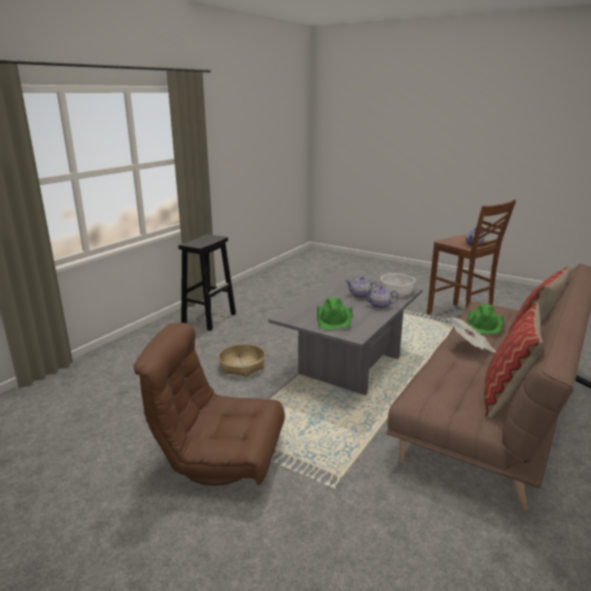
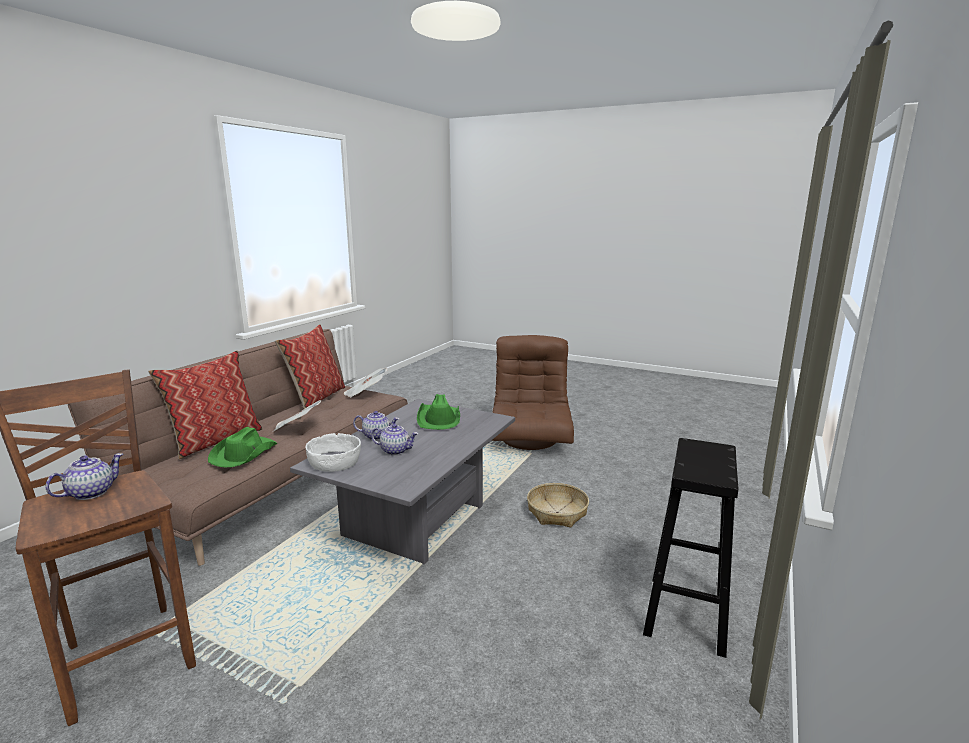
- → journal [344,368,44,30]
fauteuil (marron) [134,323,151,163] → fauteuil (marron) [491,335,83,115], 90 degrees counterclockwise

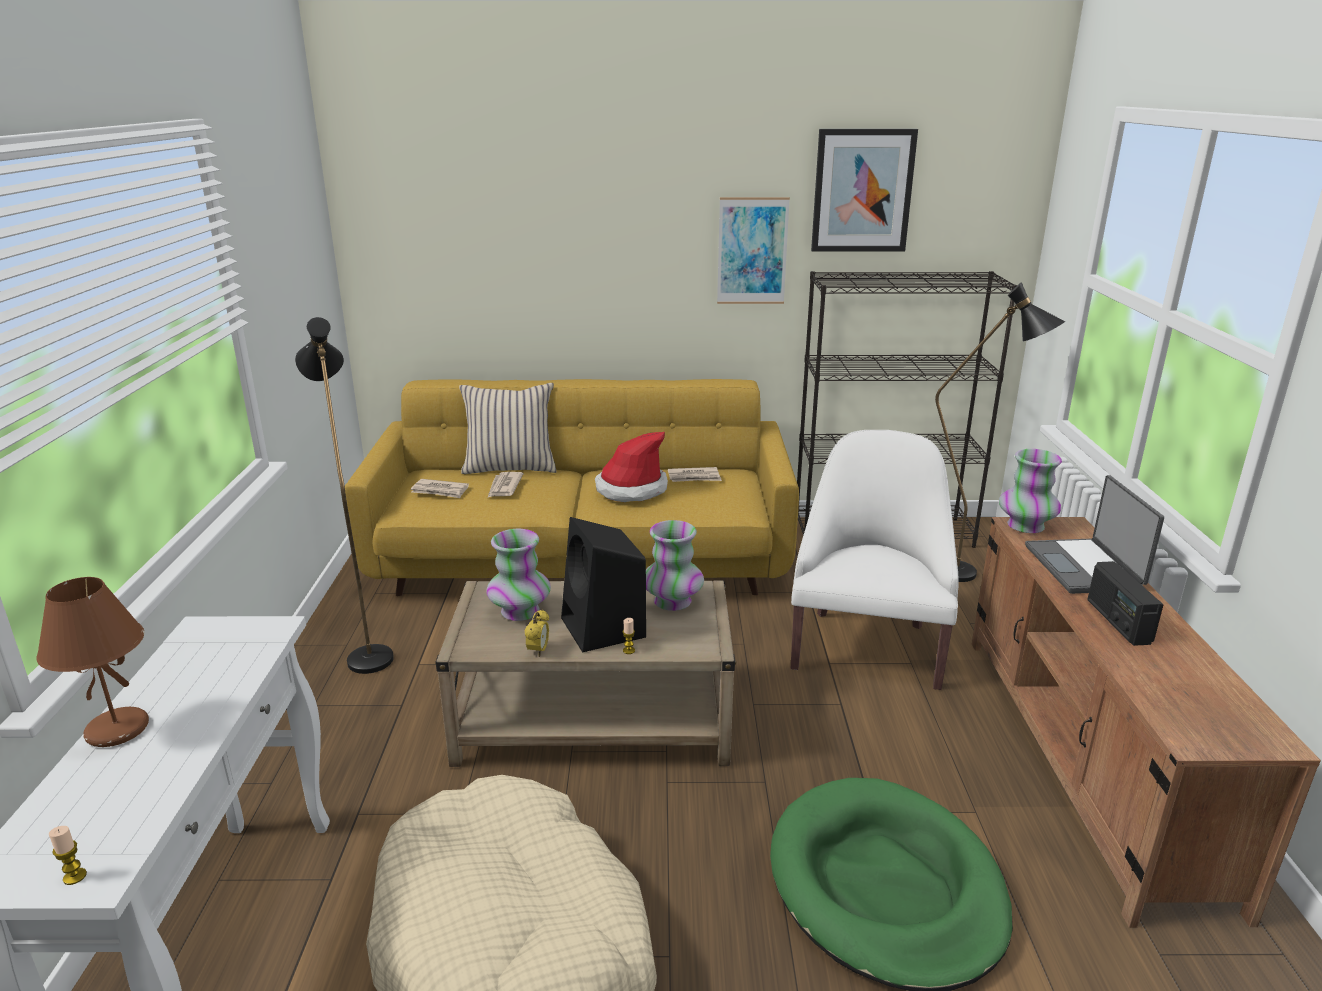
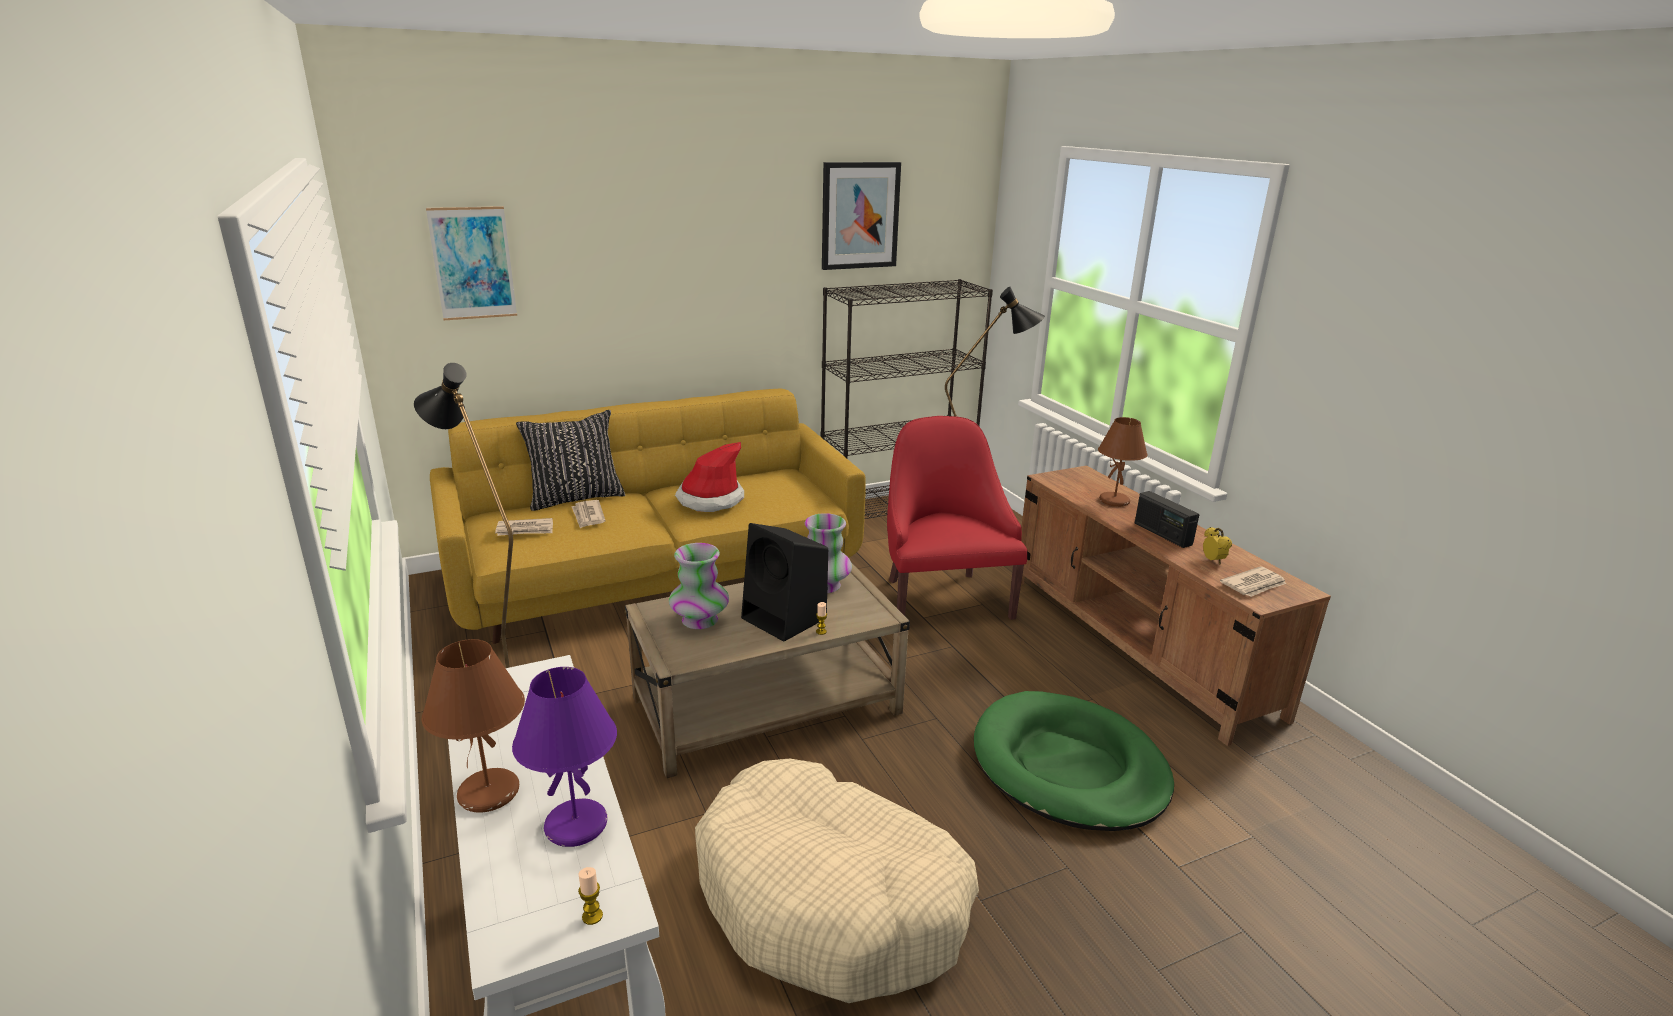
vase [999,449,63,84] → -
- → lampe de table (violet) [512,667,105,180]
réveil [525,610,24,47] → réveil [1203,527,29,37], moved
journal [668,467,54,15] → journal [1220,566,66,31], moved
tableau [717,197,73,107] → tableau [426,206,91,114], moved
ordinateur portable [1025,475,139,119] → lampe de table (marron) [1098,417,50,90]
coussin (beige) [459,383,98,91] → coussin (noir) [516,410,109,101]
fauteuil (blanc) [791,430,168,260] → fauteuil (rouge) [887,416,140,204]

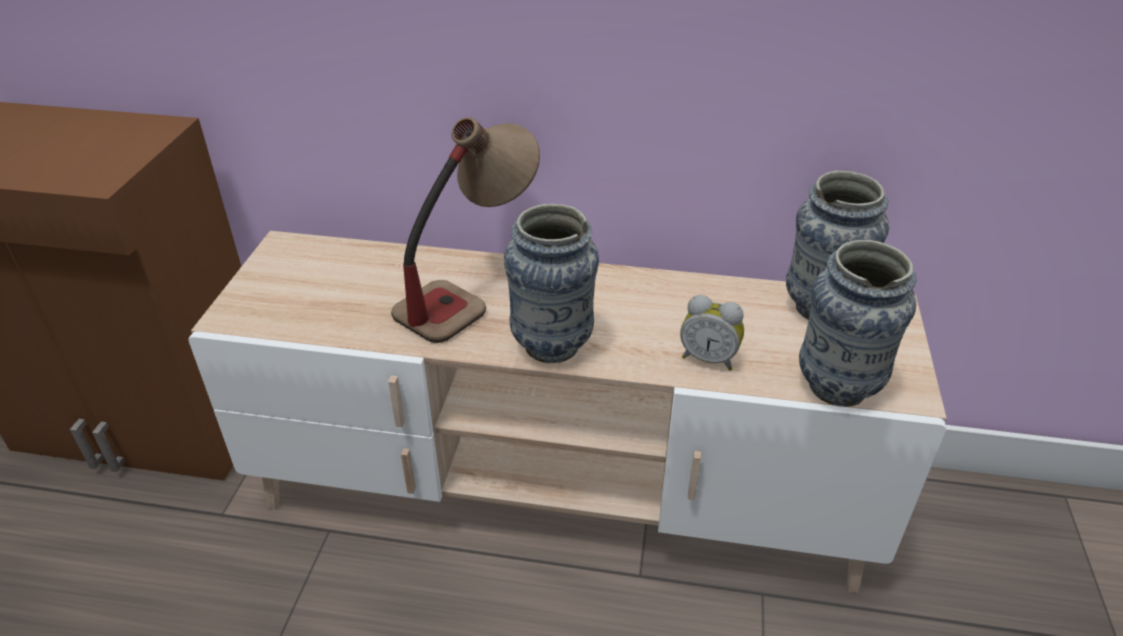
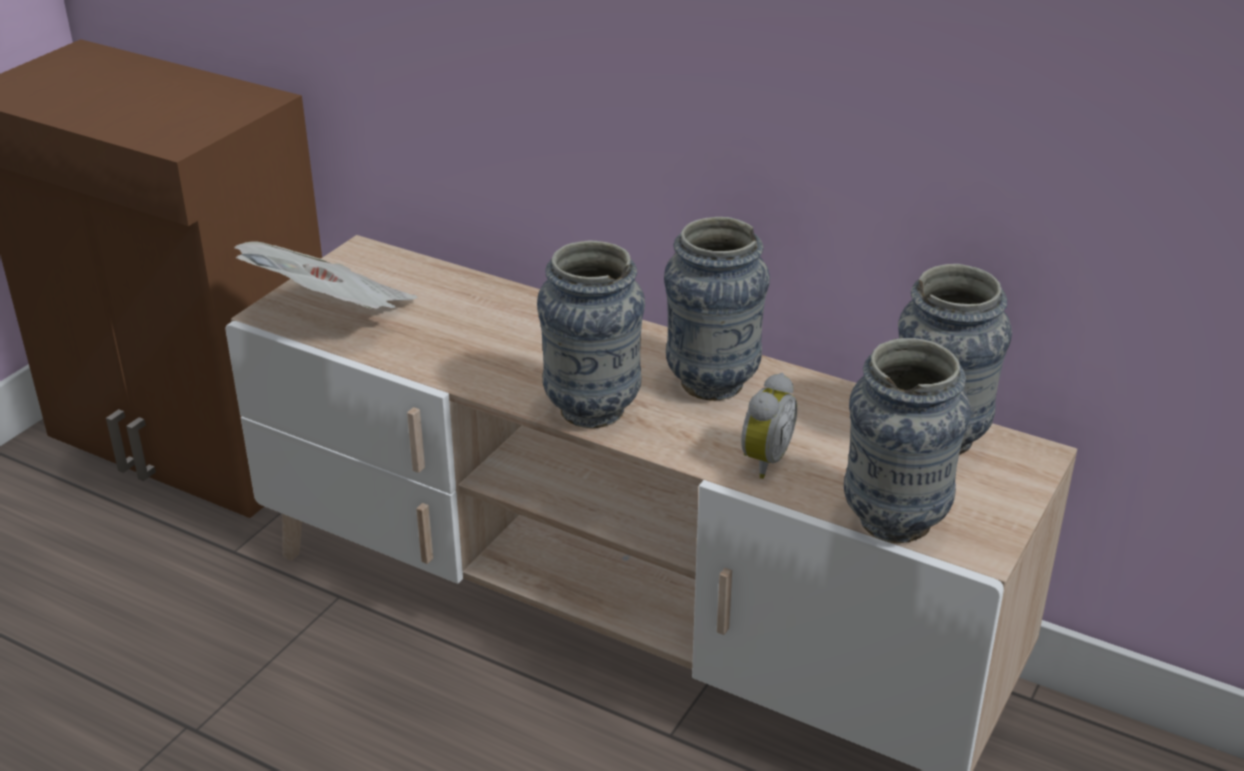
lampe de table [391,117,149,226] → -
- → journal [235,241,183,68]
- → vase [664,217,106,184]
réveil [680,295,64,76] → réveil [741,373,56,106], 105 degrees counterclockwise

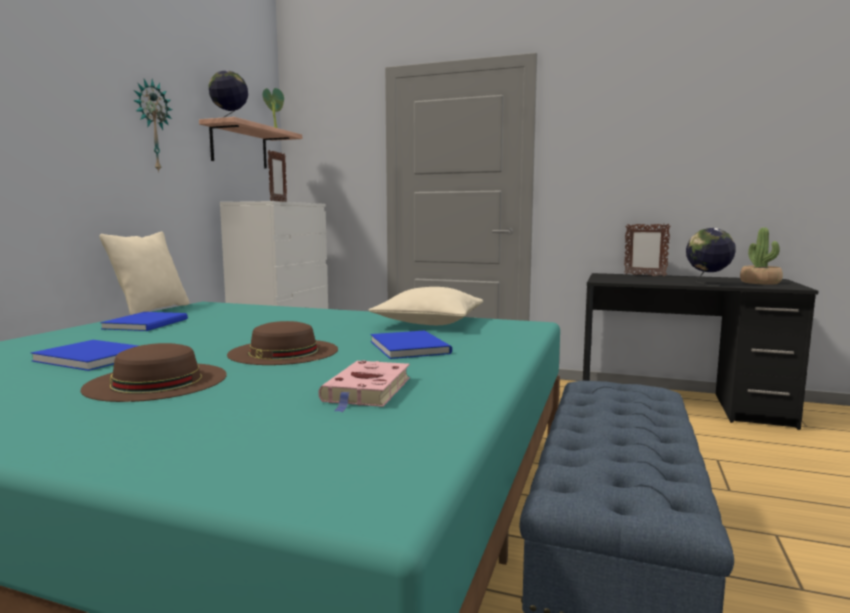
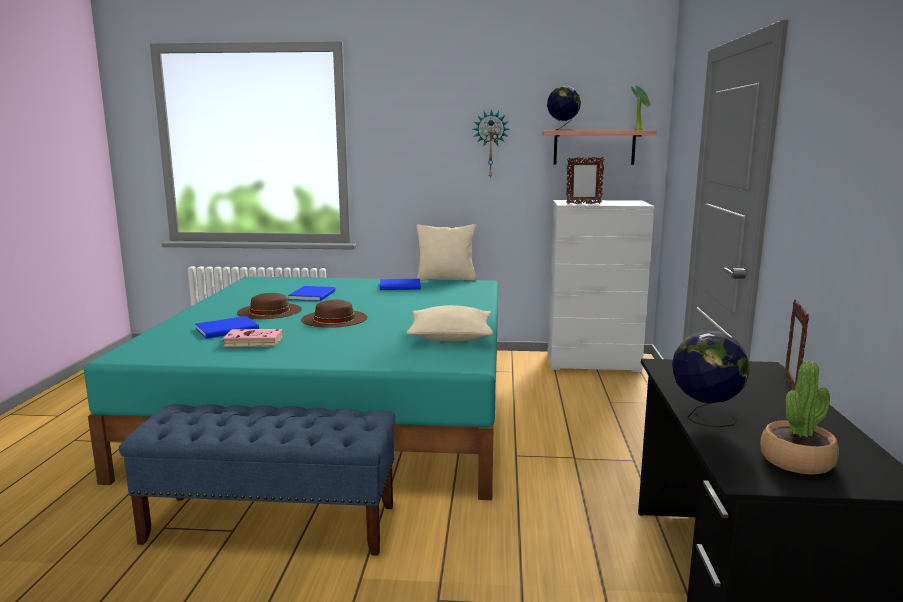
livre (bleu) [371,330,81,29] → livre (bleu) [196,316,63,23], moved

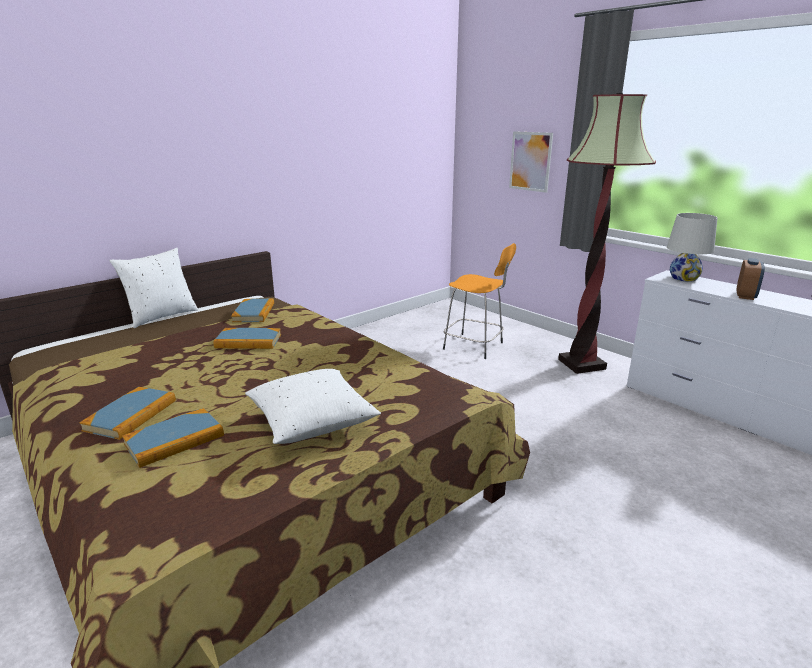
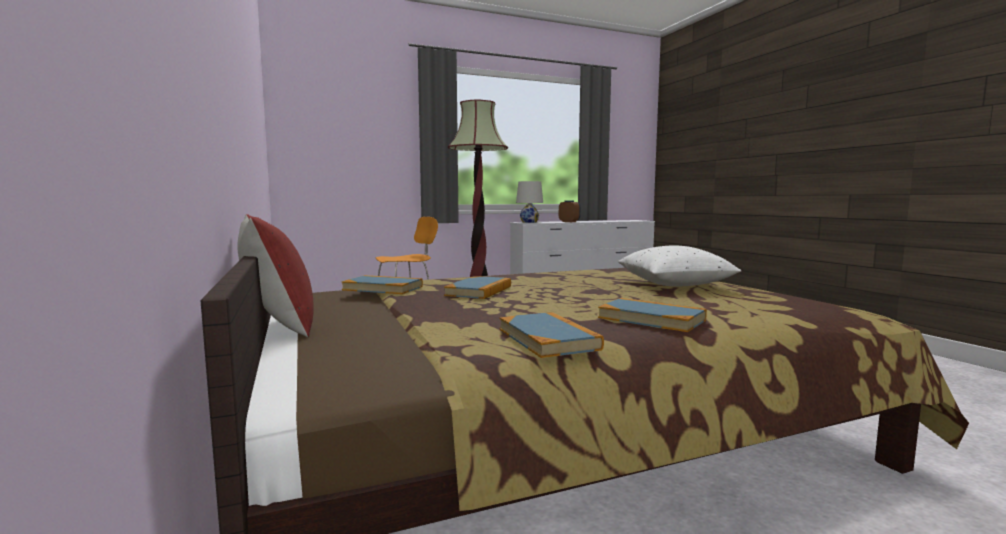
tableau [509,131,44,62] → -
livre [122,408,102,60] → livre [500,312,104,46], moved
coussin (blanc) [110,248,88,80] → coussin (rouge) [237,214,77,123]

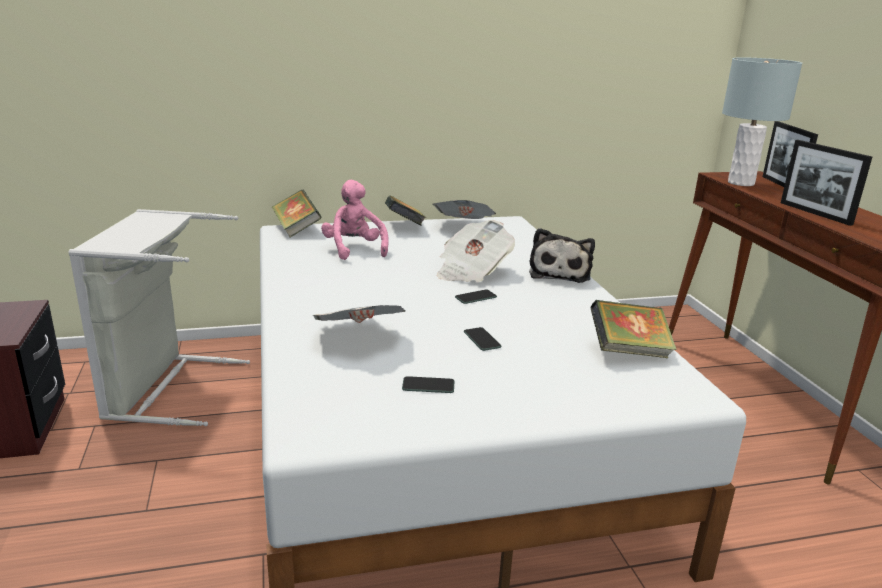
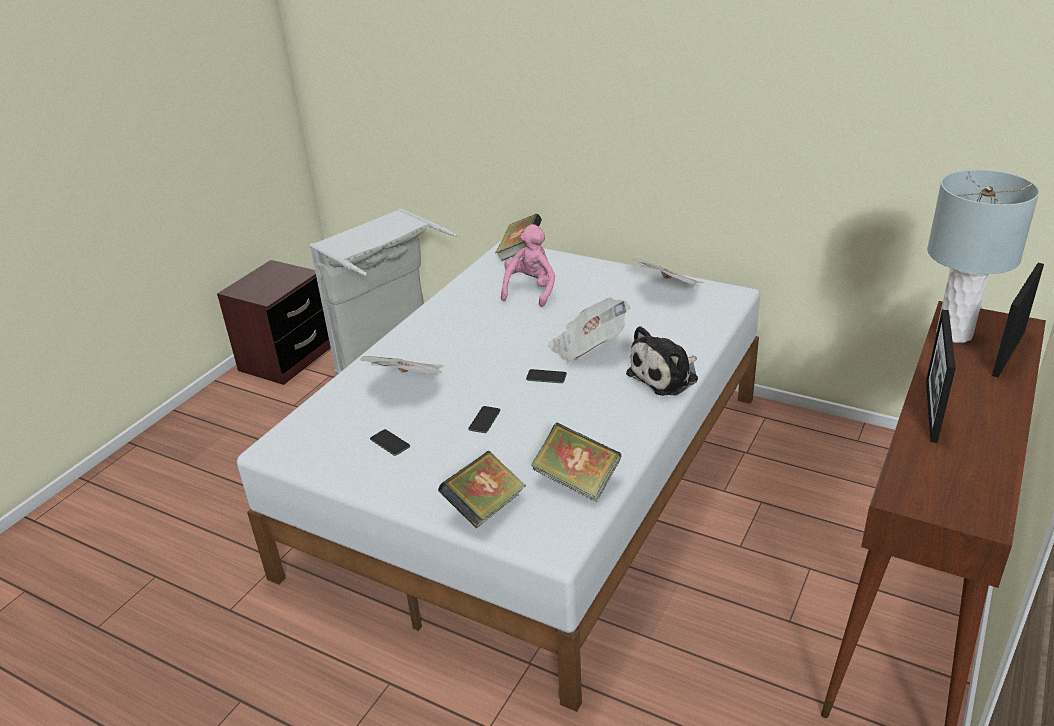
livre [385,196,41,29] → livre [438,451,88,77], moved

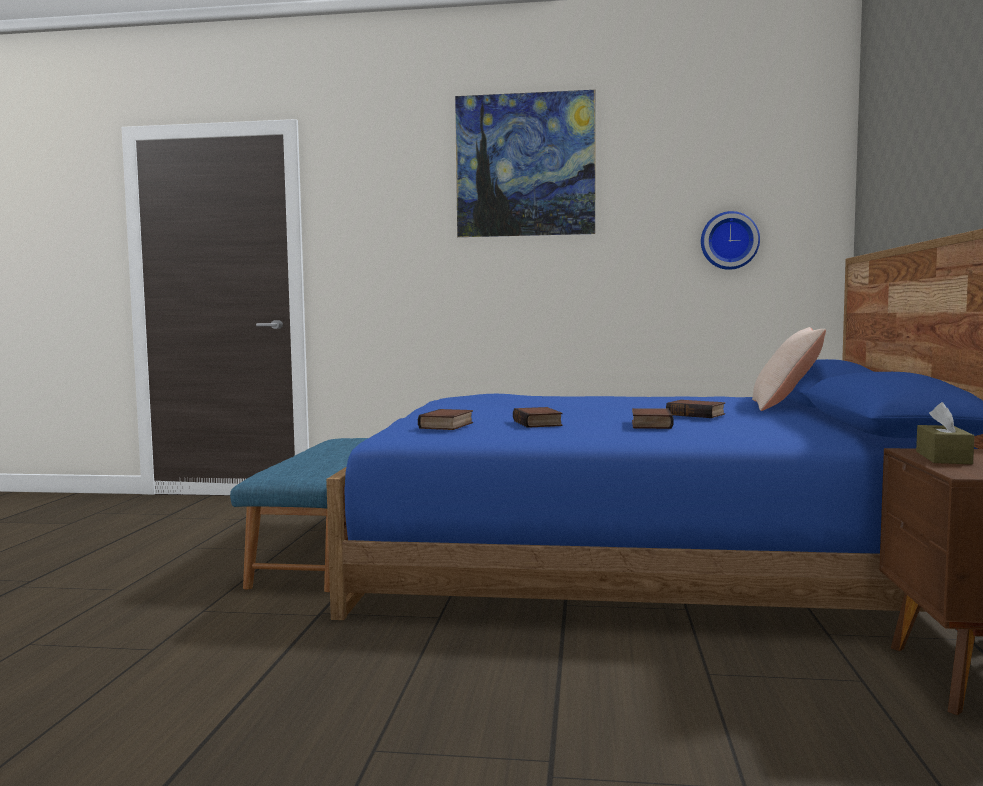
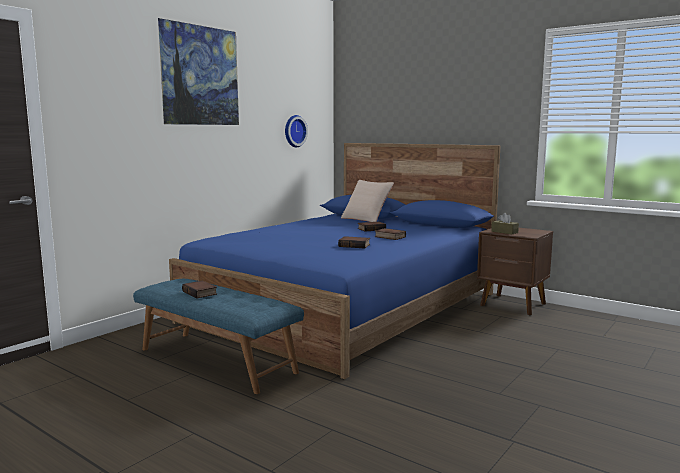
livre [418,409,55,21] → livre [182,280,35,19], moved

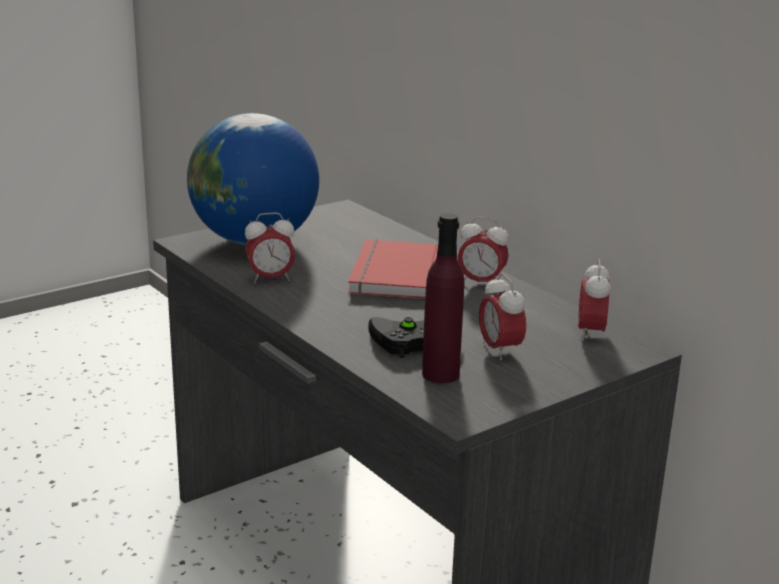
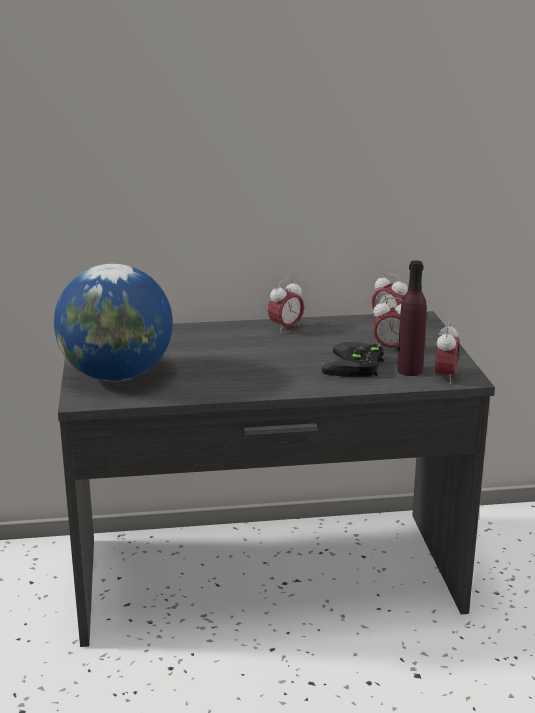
livre (rouge) [348,239,90,60] → -
réveil [245,212,50,72] → réveil [435,322,25,62], moved

